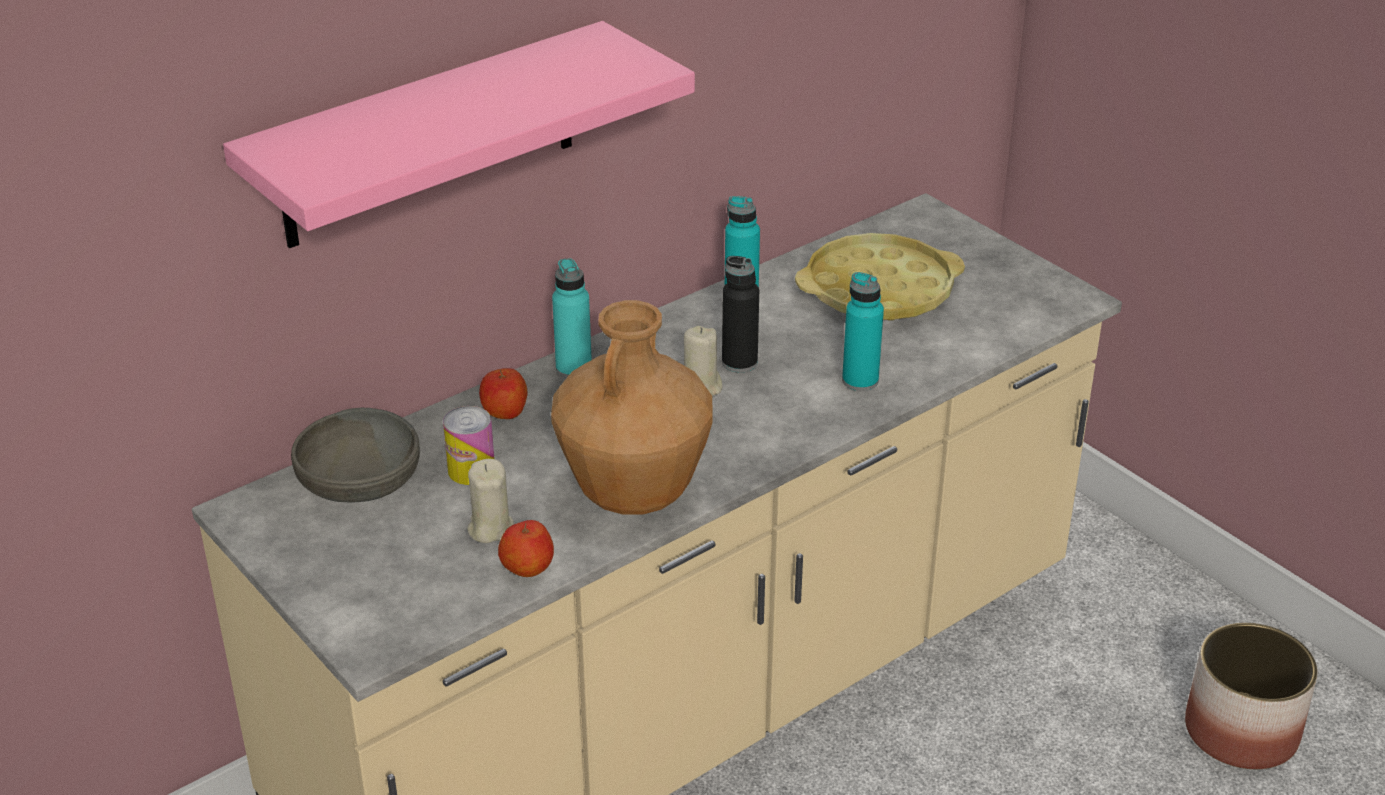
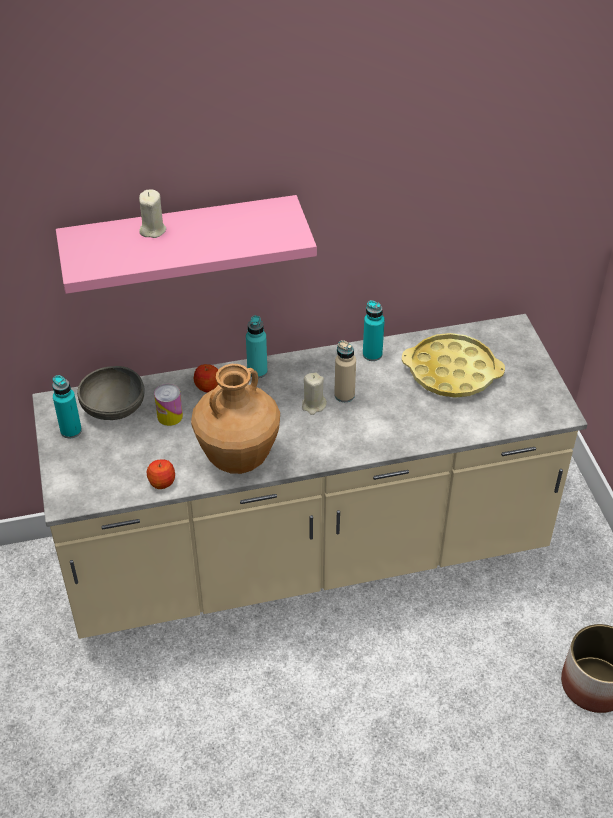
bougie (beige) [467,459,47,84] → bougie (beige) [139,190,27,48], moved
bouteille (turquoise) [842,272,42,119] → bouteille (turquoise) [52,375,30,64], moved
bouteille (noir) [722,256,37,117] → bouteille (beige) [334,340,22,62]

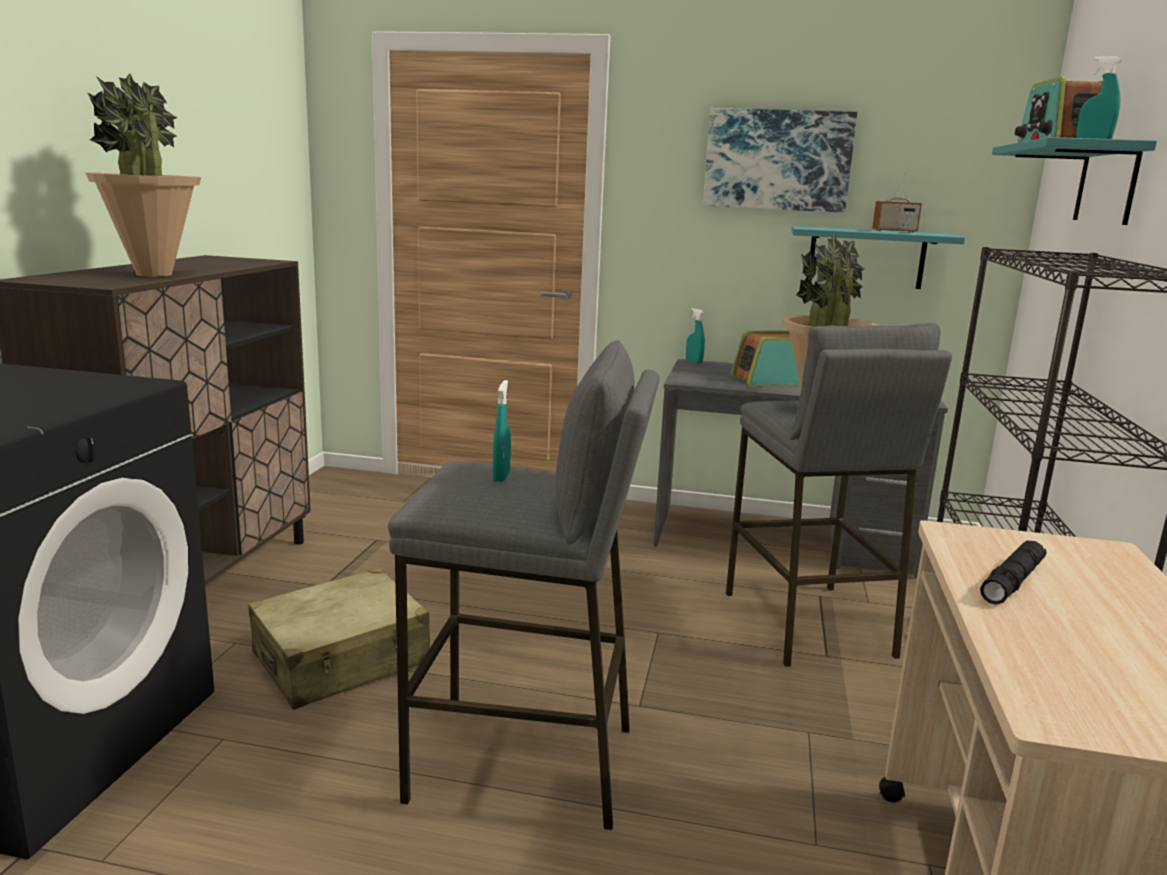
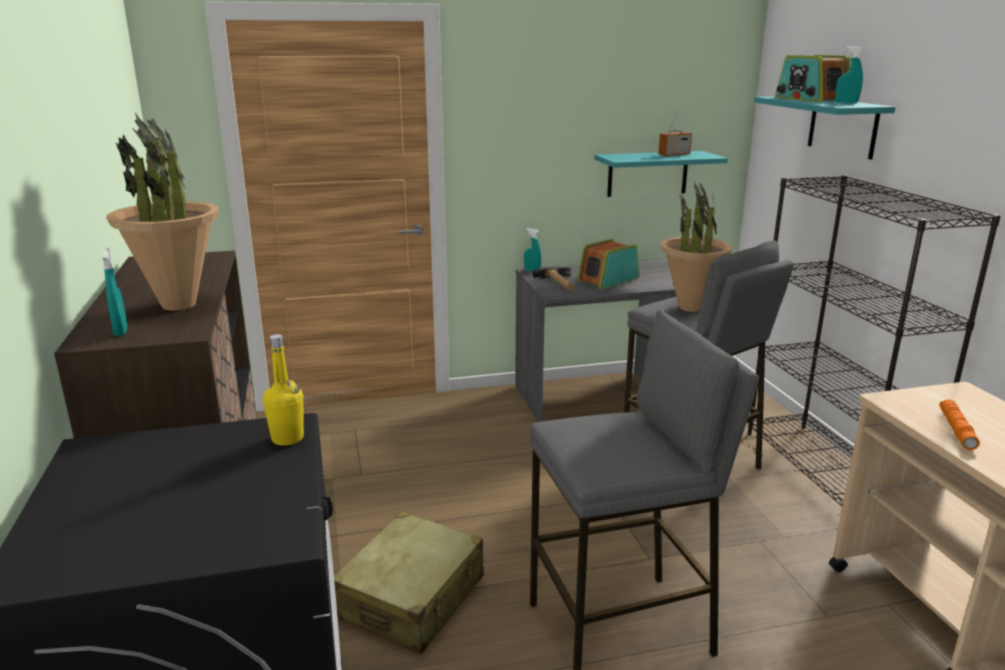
tableau [703,108,154,105] → -
- → bouteille (jaune) [263,334,41,112]
- → marteau [533,267,41,24]
vaporisateur (turquoise) [493,380,18,102] → vaporisateur (turquoise) [102,248,25,88], moved
lampe de poche (noir) [980,541,66,64] → lampe de poche (orange) [939,399,41,51]

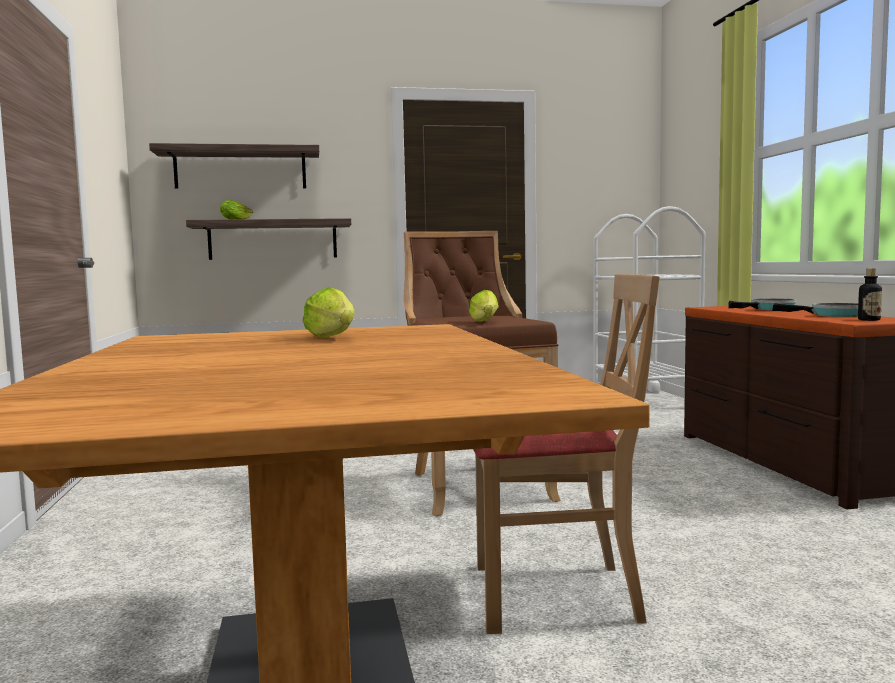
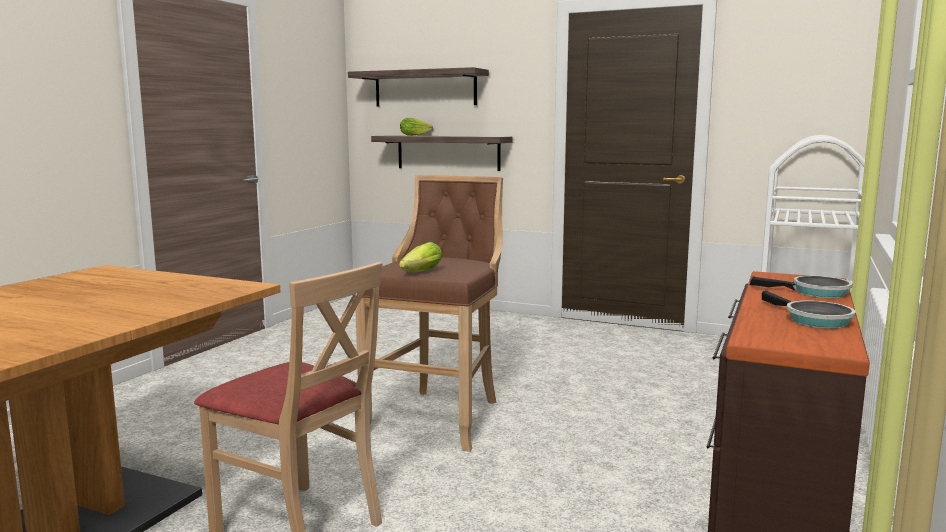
laitue [302,287,53,50] → -
bouteille [858,268,24,53] → -

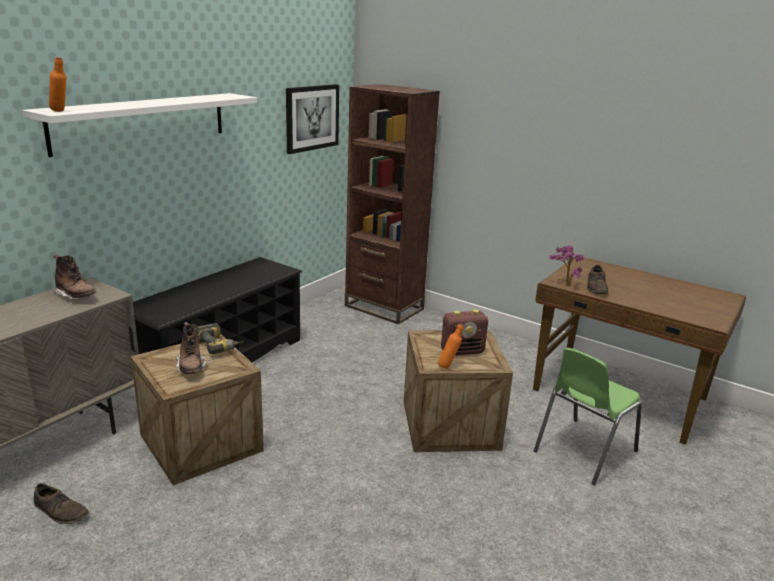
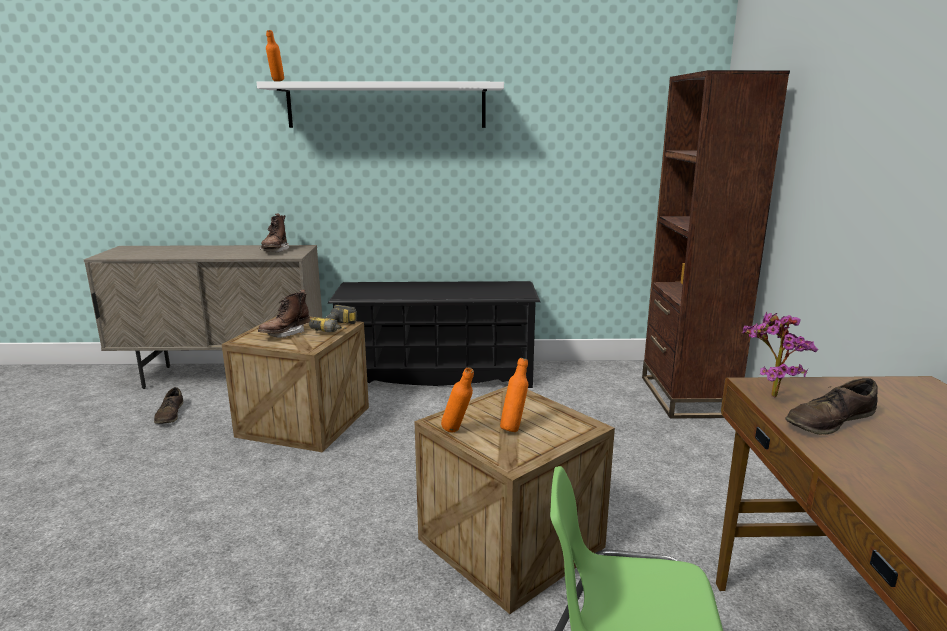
tableau [286,84,53,70] → -
radio [441,309,47,47] → bouteille (orange) [500,358,28,74]

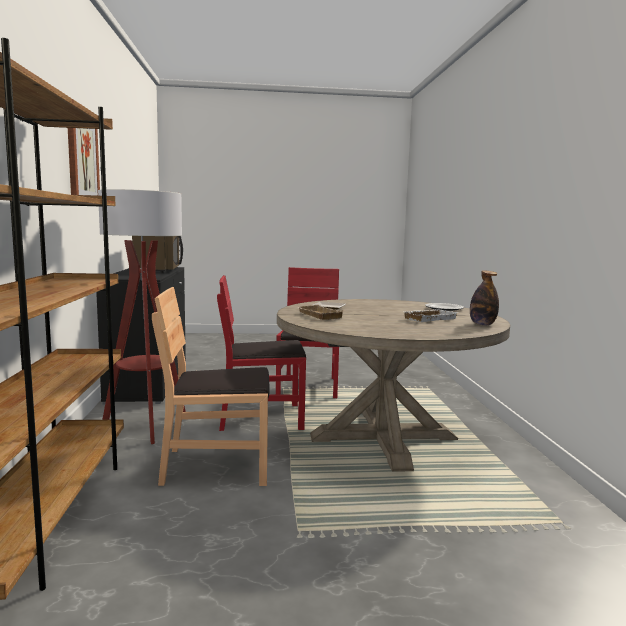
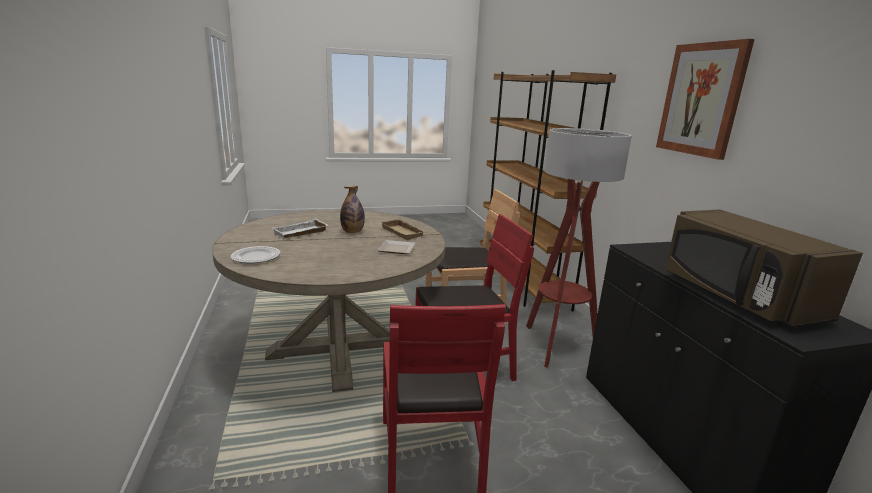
bouteille [470,270,29,56] → bouteille [340,186,25,47], moved

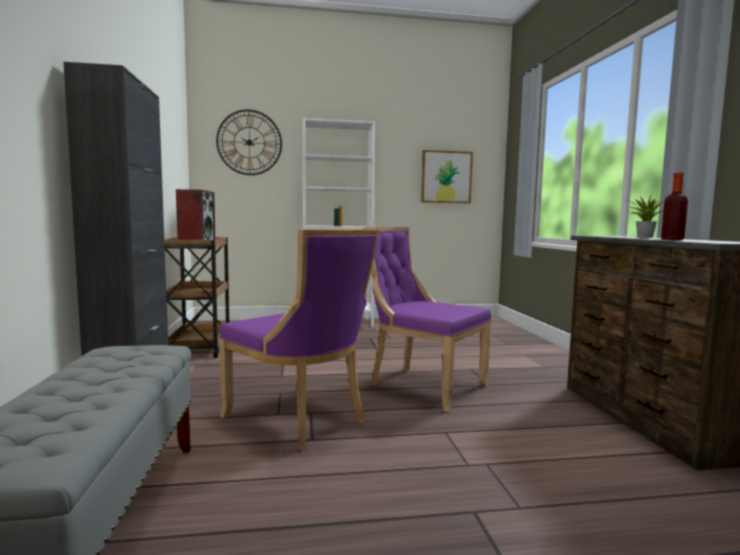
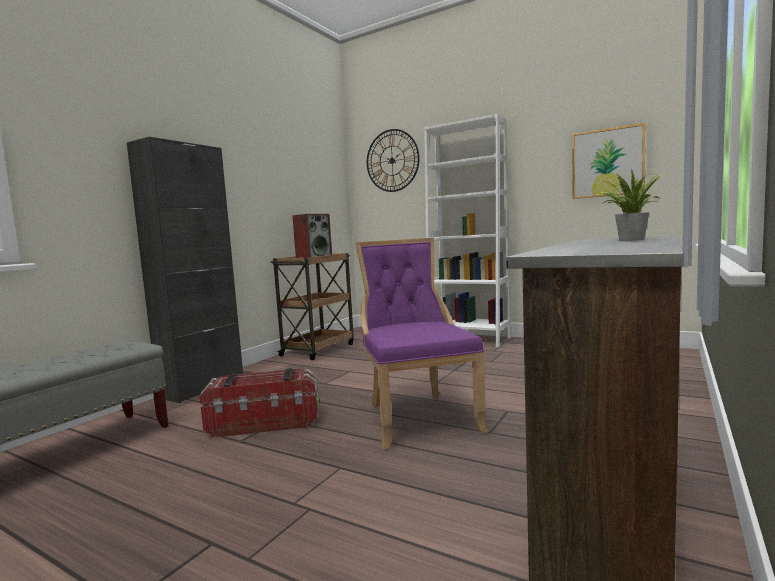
bouteille [661,173,27,67] → -
chaise (violet) [219,229,160,221] → boîte de rangement [200,368,119,70]

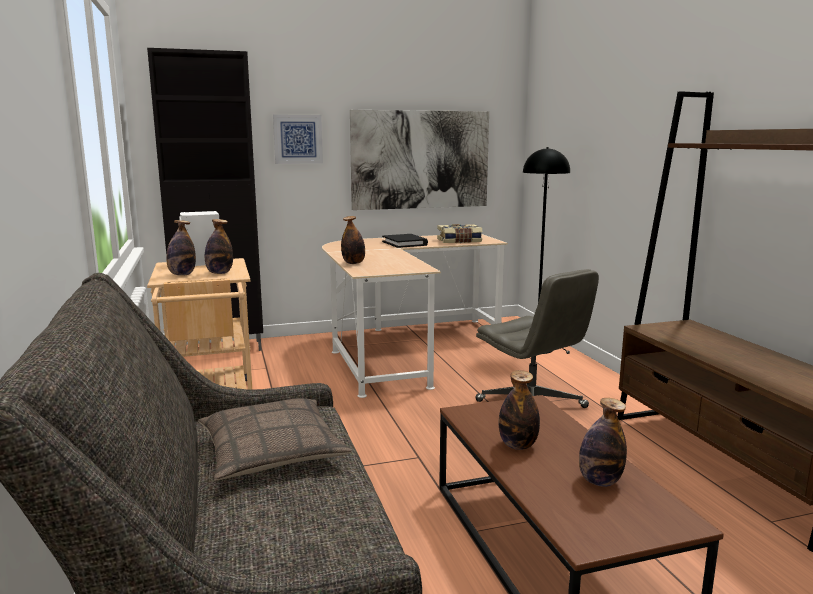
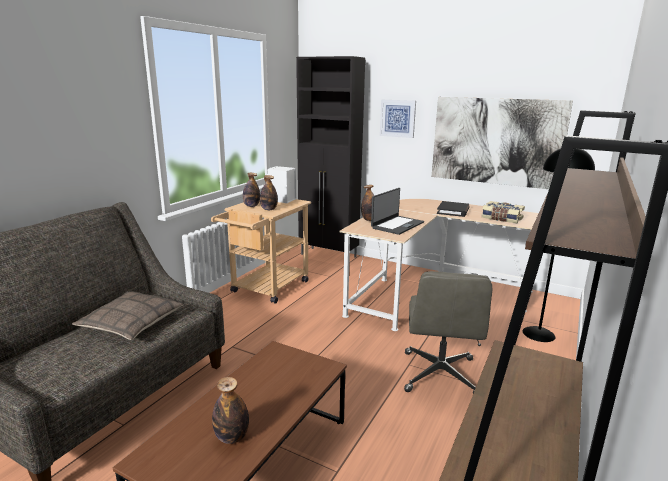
bouteille [499,370,41,80] → -
- → ordinateur portable [371,188,53,47]

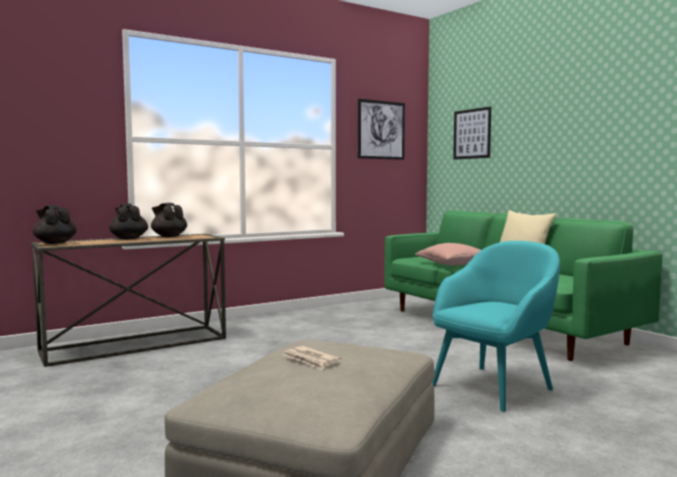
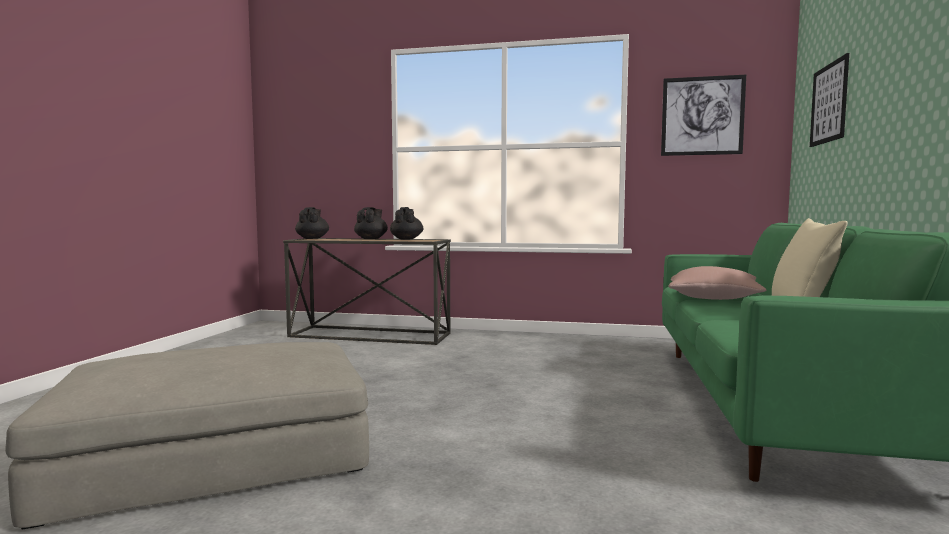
journal [283,346,58,24] → -
fauteuil (turquoise) [432,241,128,171] → -

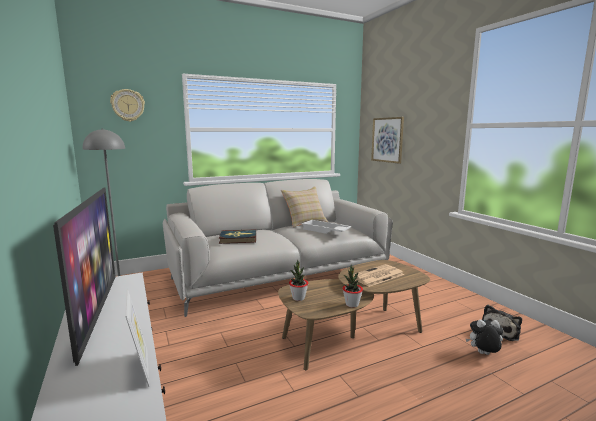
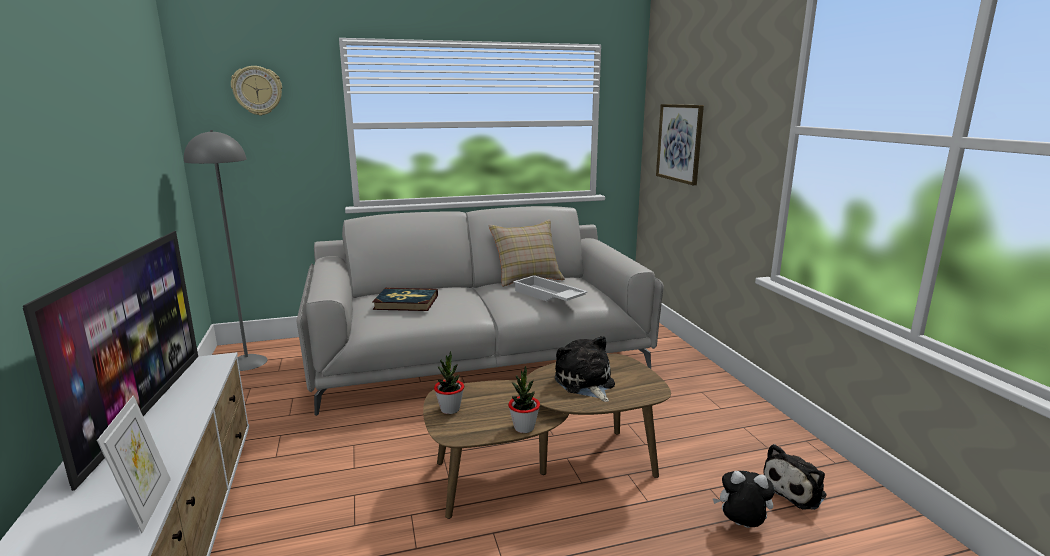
journal [353,264,51,23] → peluche [555,336,60,66]

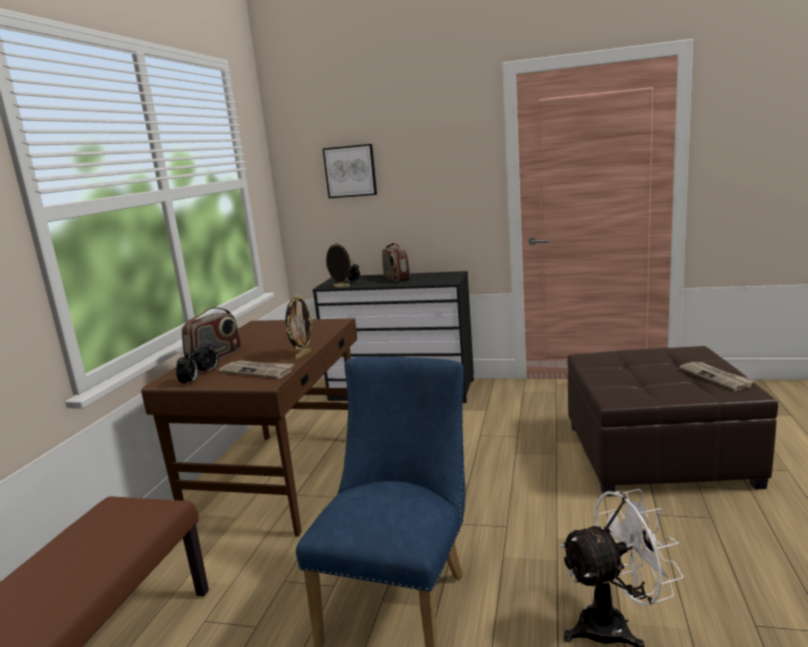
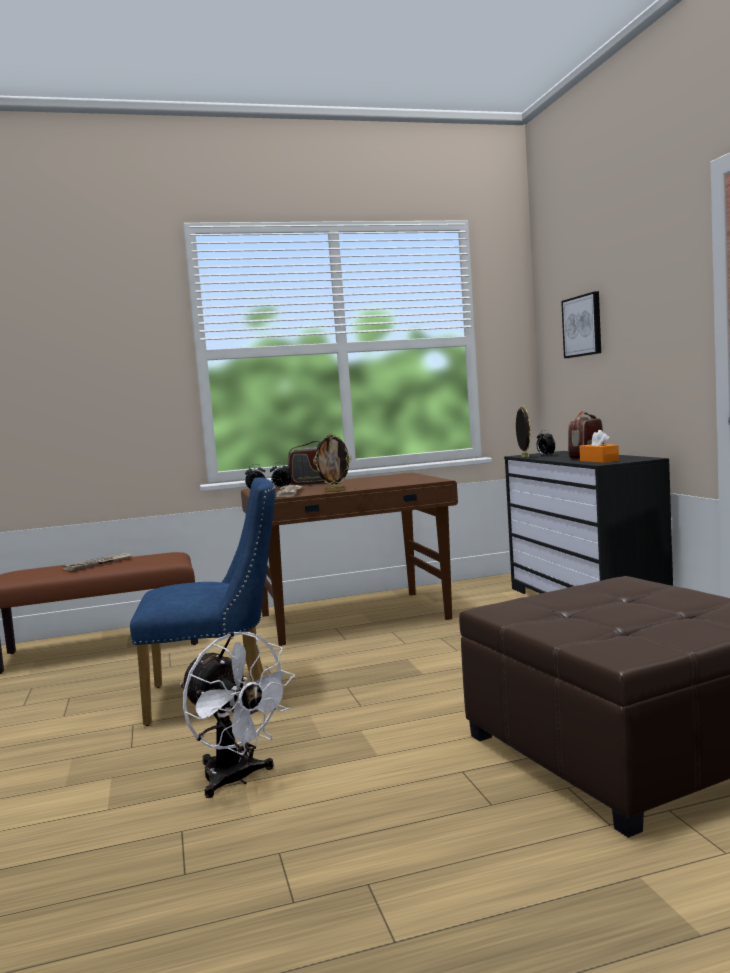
- → boîte à mouchoirs (orange) [579,430,40,33]
journal [680,362,75,29] → journal [63,553,69,18], moved

